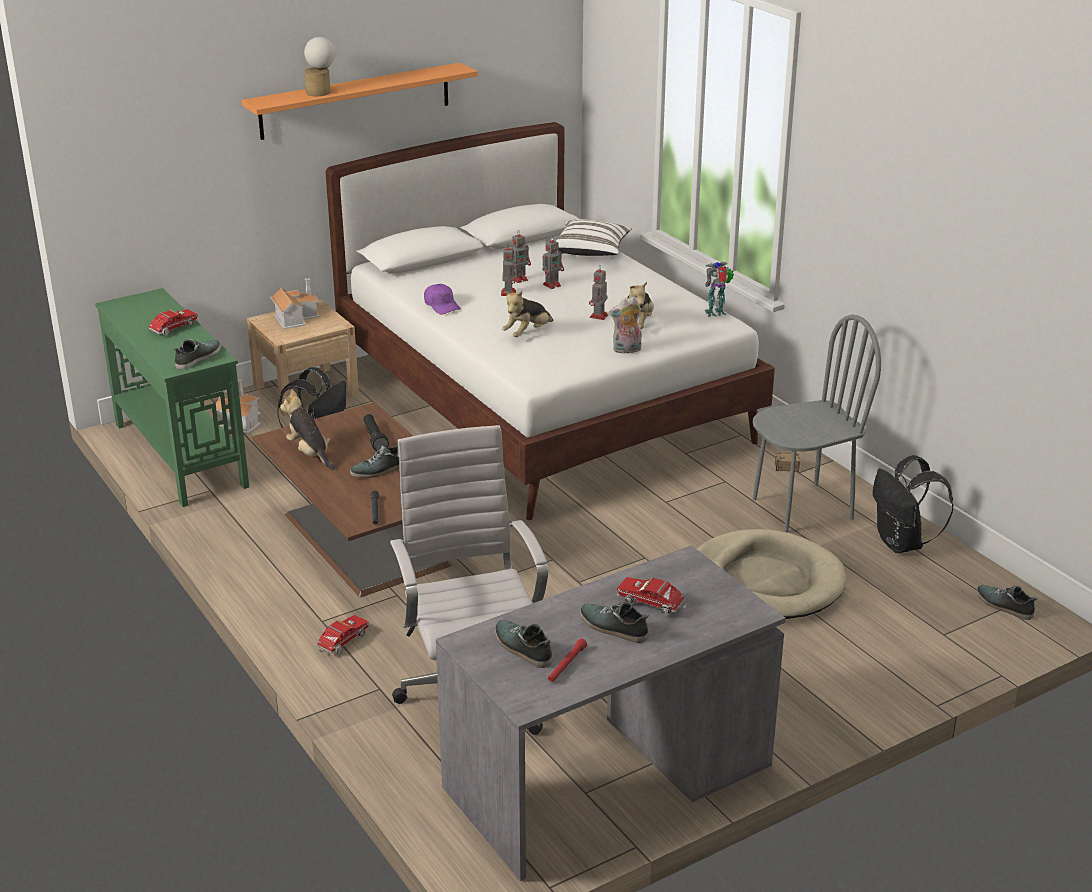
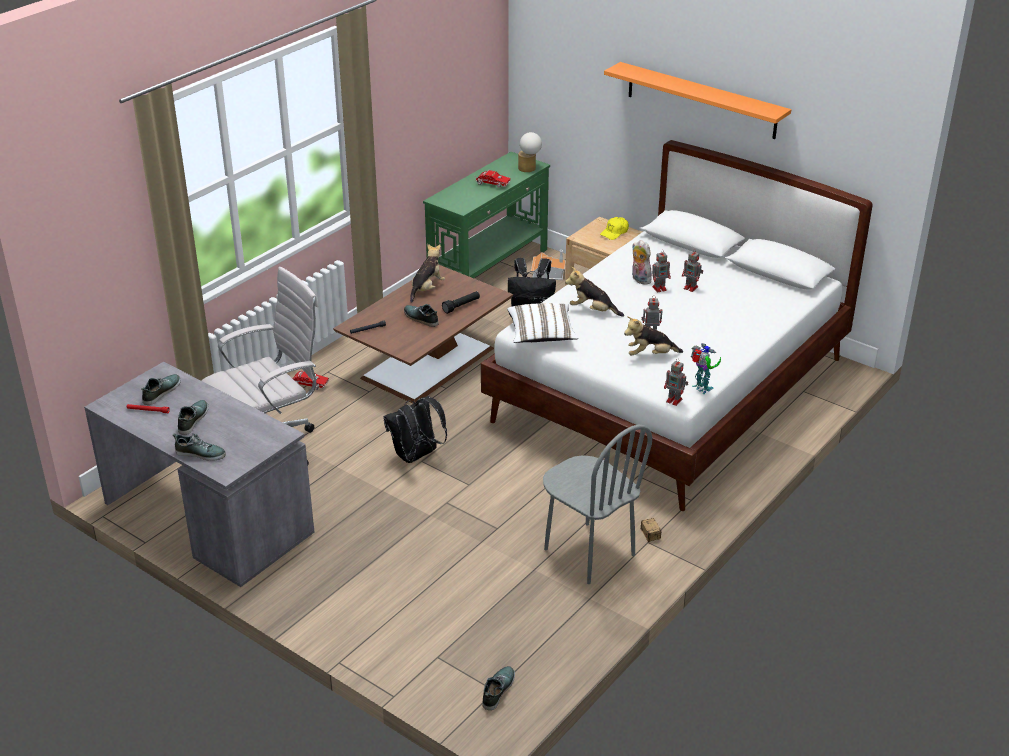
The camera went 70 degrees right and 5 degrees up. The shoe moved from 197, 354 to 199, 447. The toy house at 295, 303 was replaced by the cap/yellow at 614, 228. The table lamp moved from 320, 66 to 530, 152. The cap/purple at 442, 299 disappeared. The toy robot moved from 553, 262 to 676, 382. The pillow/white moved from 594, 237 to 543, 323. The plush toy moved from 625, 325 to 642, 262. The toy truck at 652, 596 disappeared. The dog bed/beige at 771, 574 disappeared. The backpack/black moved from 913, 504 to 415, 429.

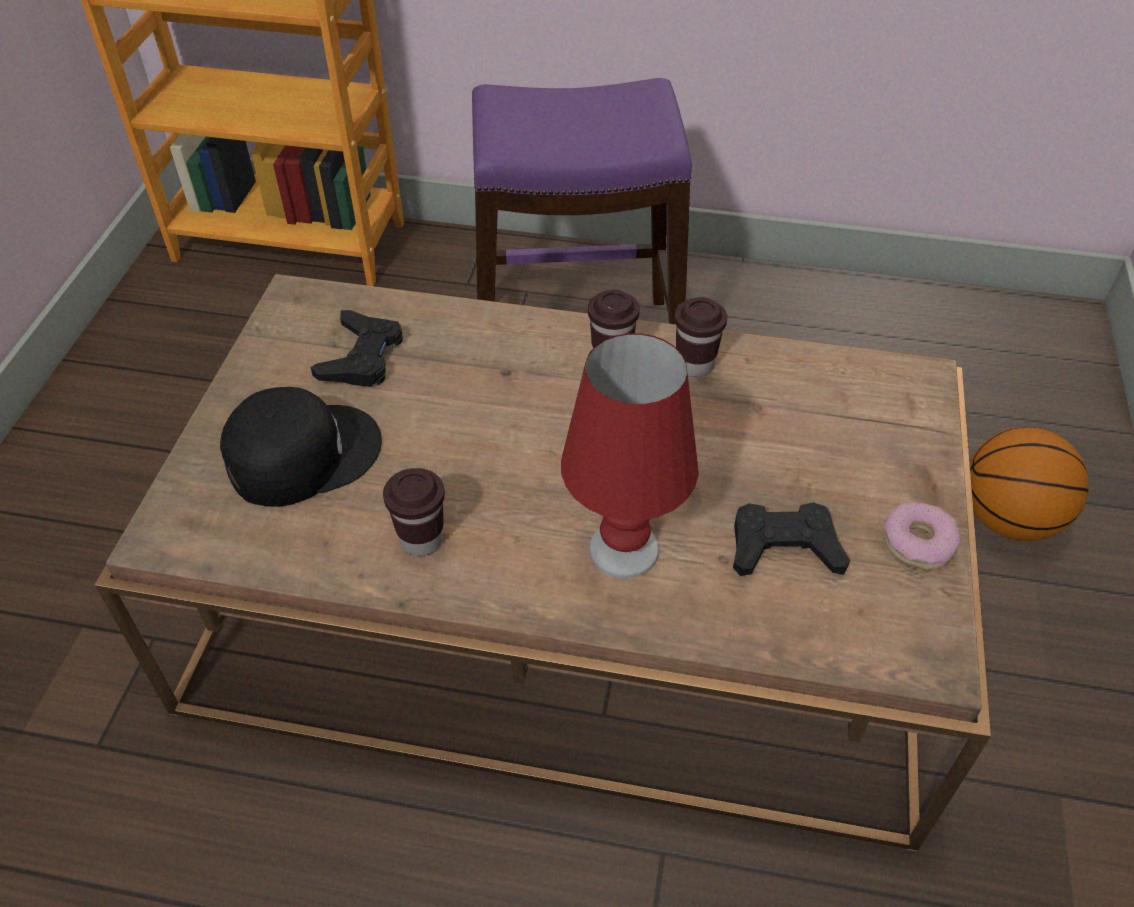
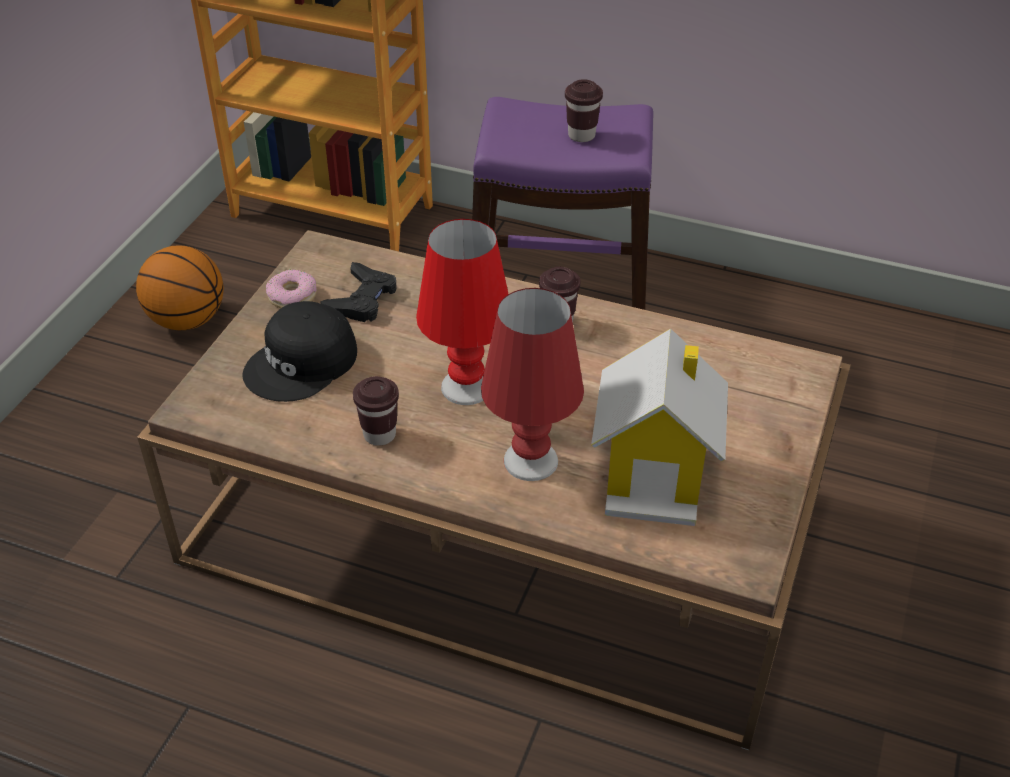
The camera went 10 degrees right and 5 degrees down. The cap/black at 301, 447 turned 150 degrees clockwise. The cup/brown moved from 701, 337 to 584, 110. The game controller/black at 791, 539 was replaced by the toy house at 659, 427. The donut moved from 921, 535 to 291, 289. The basketball moved from 1029, 484 to 180, 287. The table lamp/red at 462, 312 appeared.

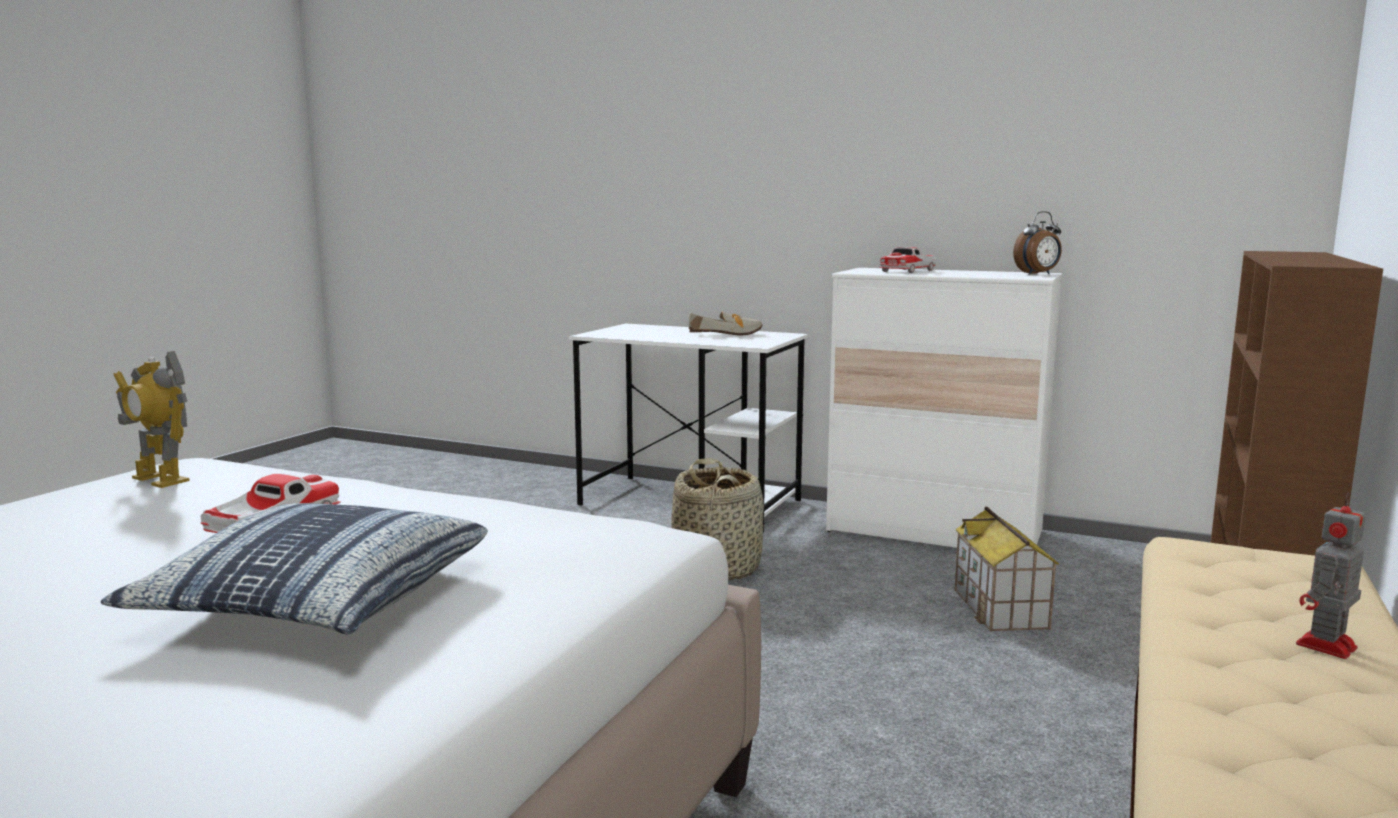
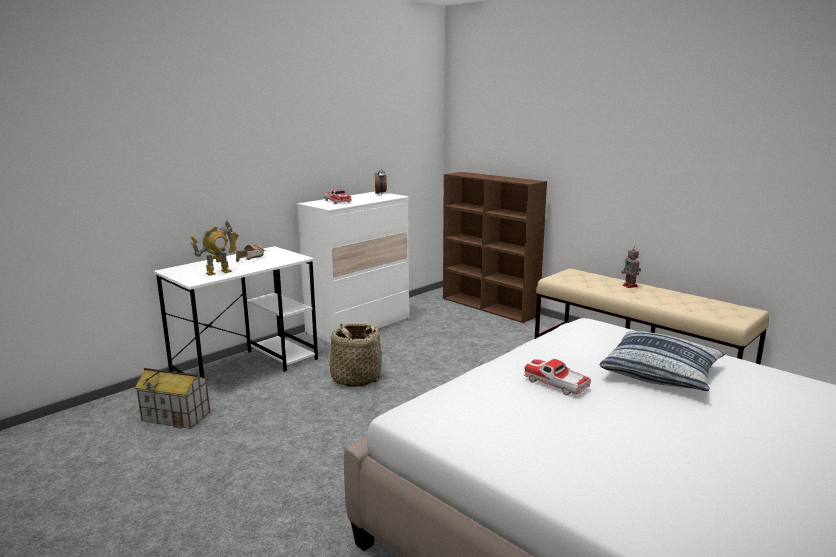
The camera went 70 degrees left and 5 degrees up. The toy robot moved from 151, 419 to 215, 248. The toy house moved from 1007, 568 to 172, 398.

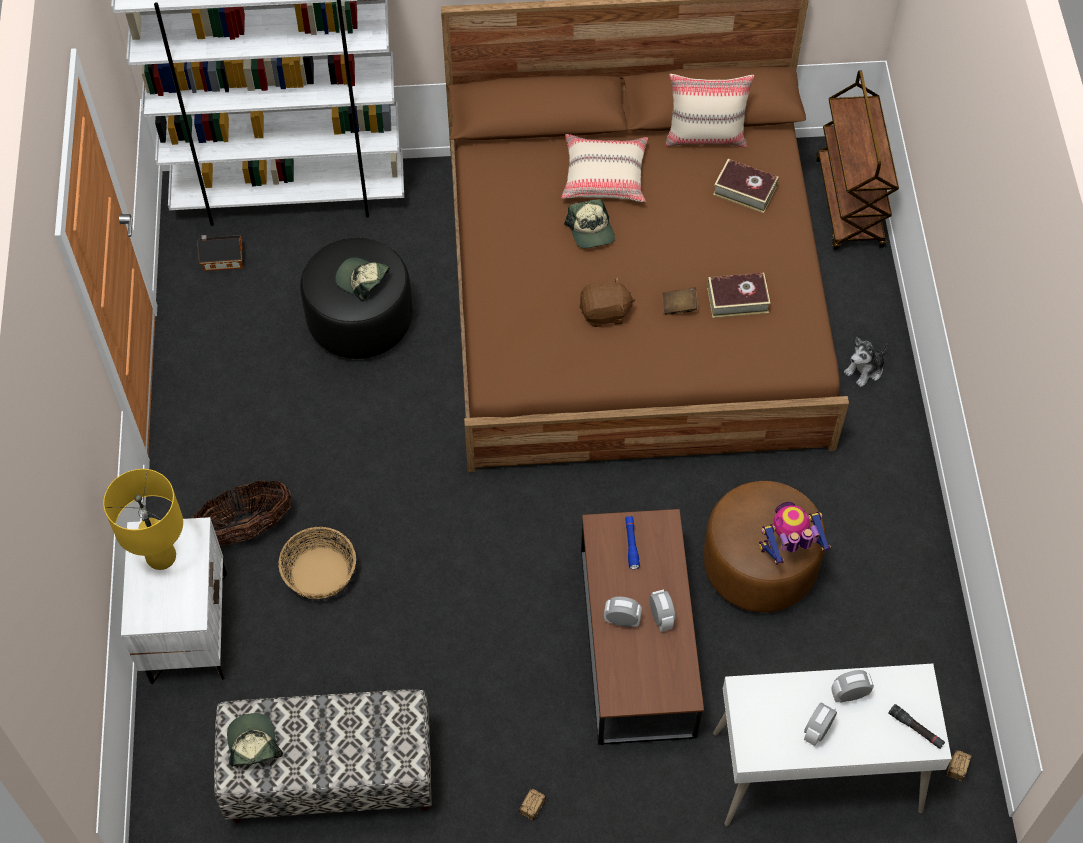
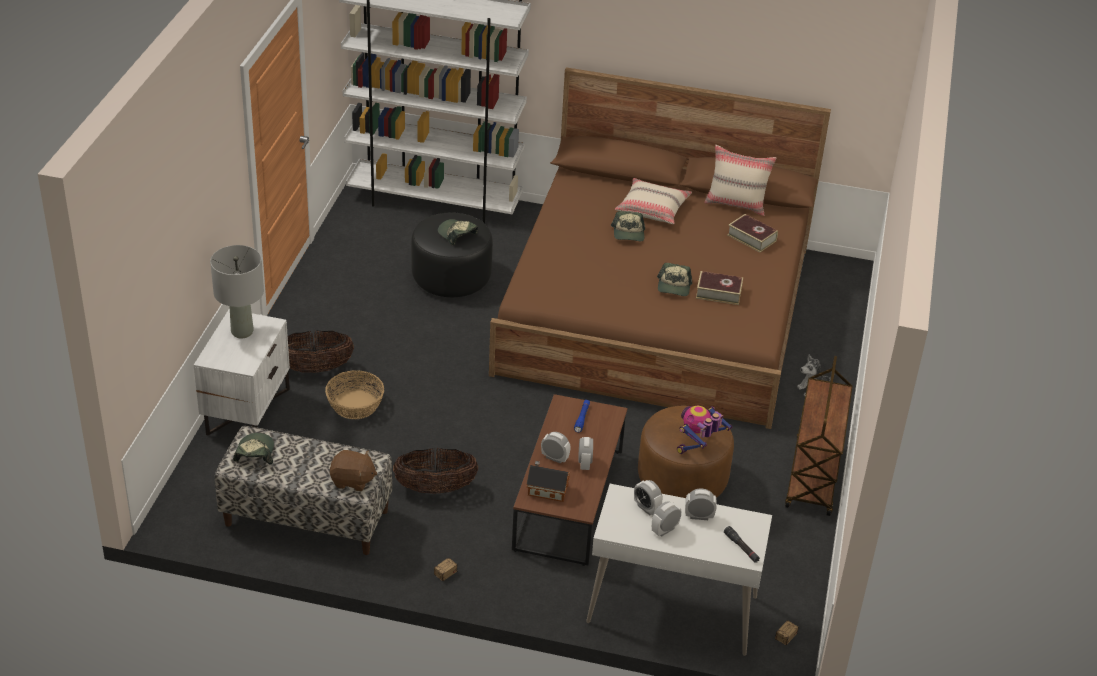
The camera went 15 degrees right and 20 degrees down. The table lamp/yellow at 143, 519 became the table lamp/grey at 237, 292. The toy house moved from 220, 253 to 548, 481. The plush toy/brown moved from 607, 302 to 353, 470. The book/brown at 680, 301 was replaced by the cap at 674, 279. The toy robot at 795, 533 turned 45 degrees counterclockwise. The cart/brown moved from 857, 160 to 819, 436. The basket at 435, 471 appeared. The alarm clock at 648, 498 appeared.

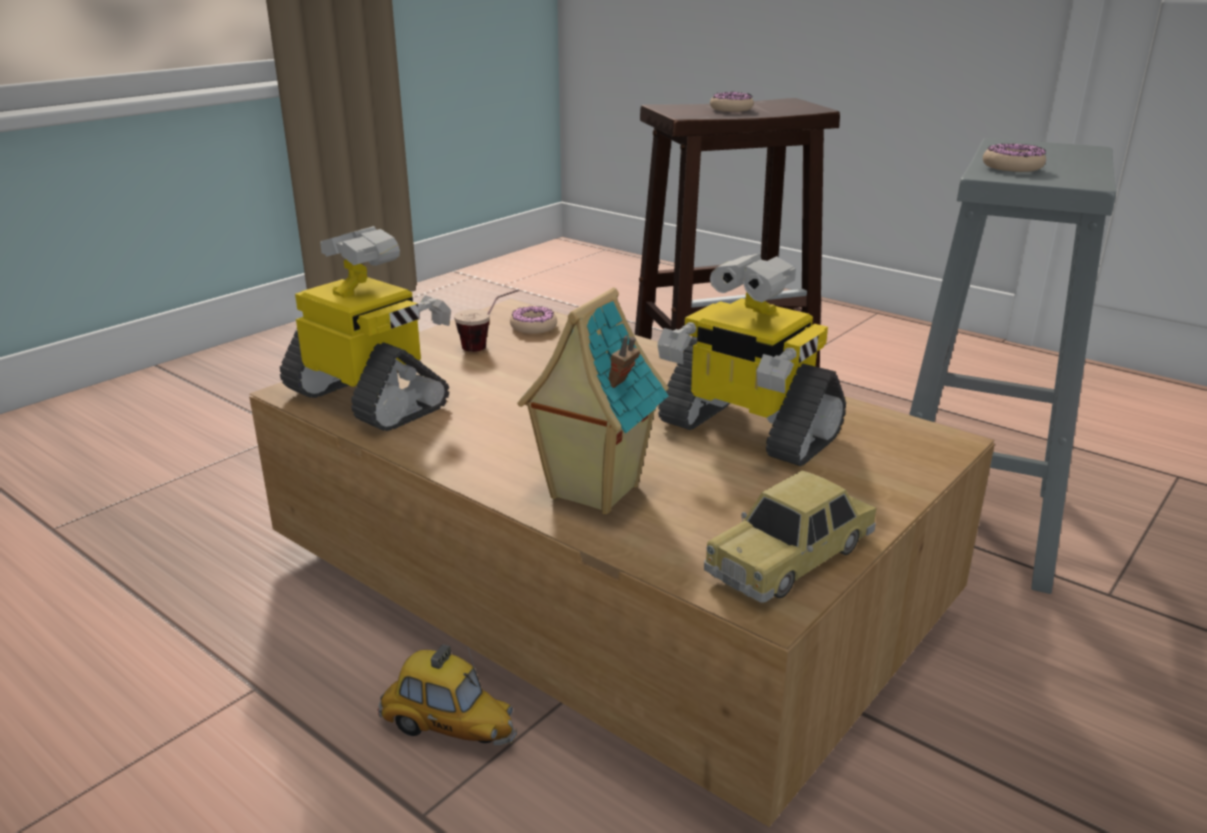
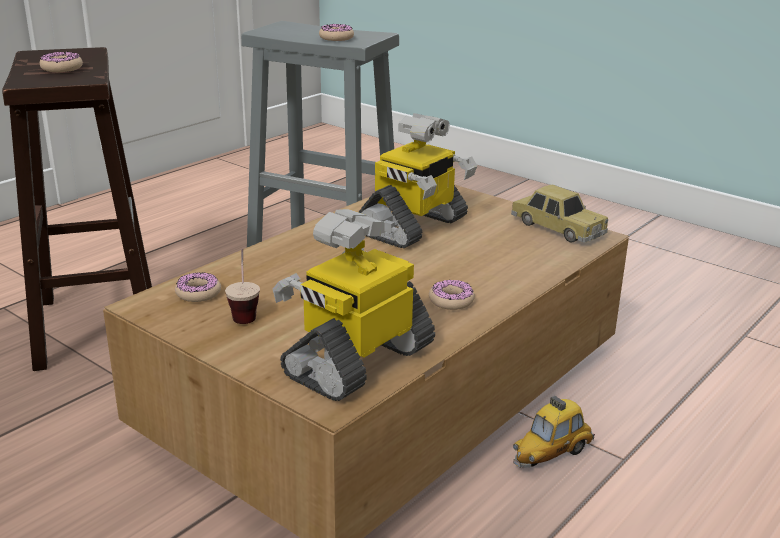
The camera went 90 degrees left and 0 degrees up. The toy car at 447, 694 turned 150 degrees counterclockwise. The toy house at 593, 400 disappeared. The donut at 452, 295 appeared.

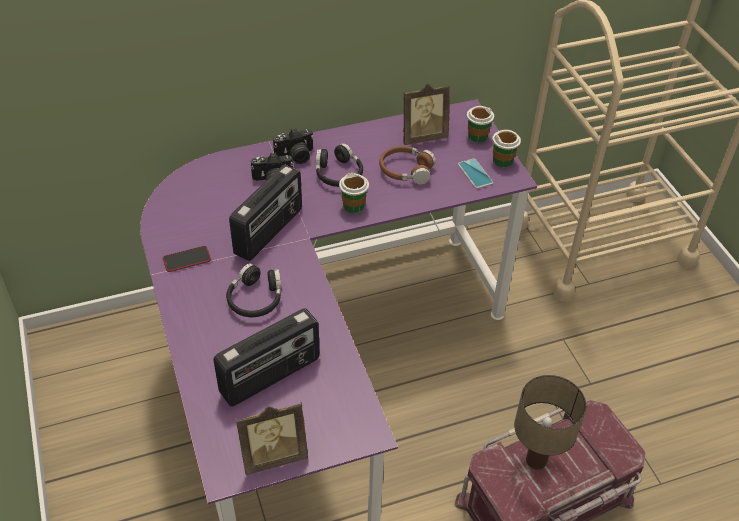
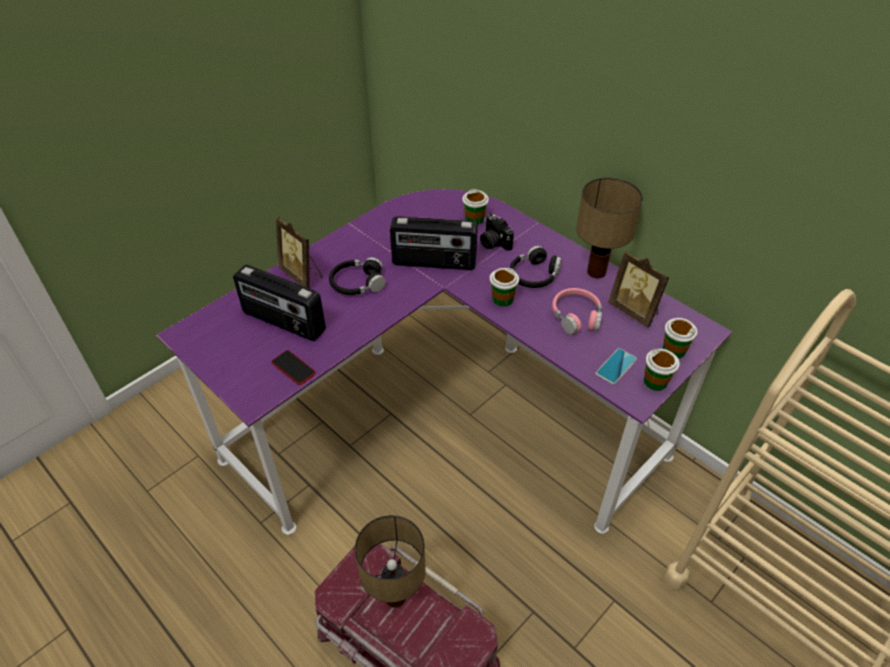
The camera went 65 degrees right and 0 degrees up. The phone moved from 187, 259 to 293, 367. The picture frame moved from 272, 438 to 299, 252. The photo camera at 293, 146 disappeared. The headphones/brown at 407, 165 became the headphones/pink at 577, 311. The cup at 475, 207 appeared. The table lamp at 609, 228 appeared.

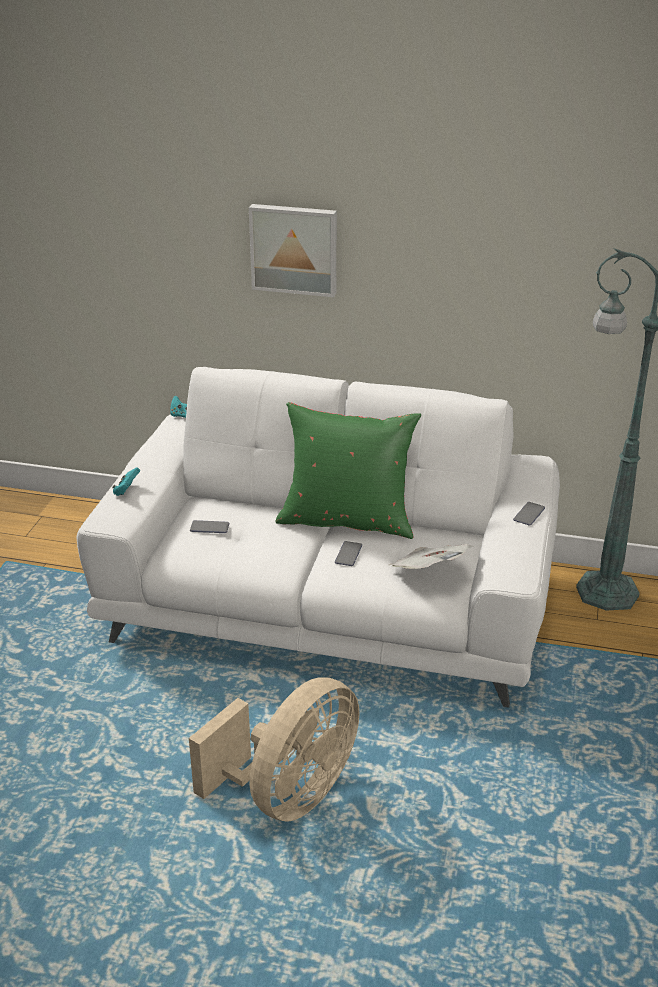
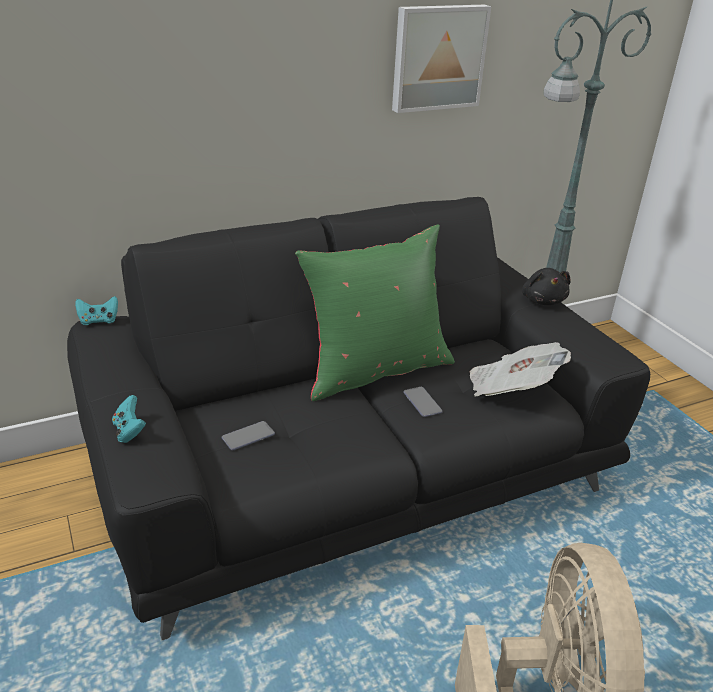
The camera went 40 degrees left and 0 degrees up. The sofa/white at 318, 537 became the sofa/black at 358, 418. The picture moved from 293, 250 to 441, 59. The phone at 529, 514 was replaced by the plush toy/black at 546, 286.

